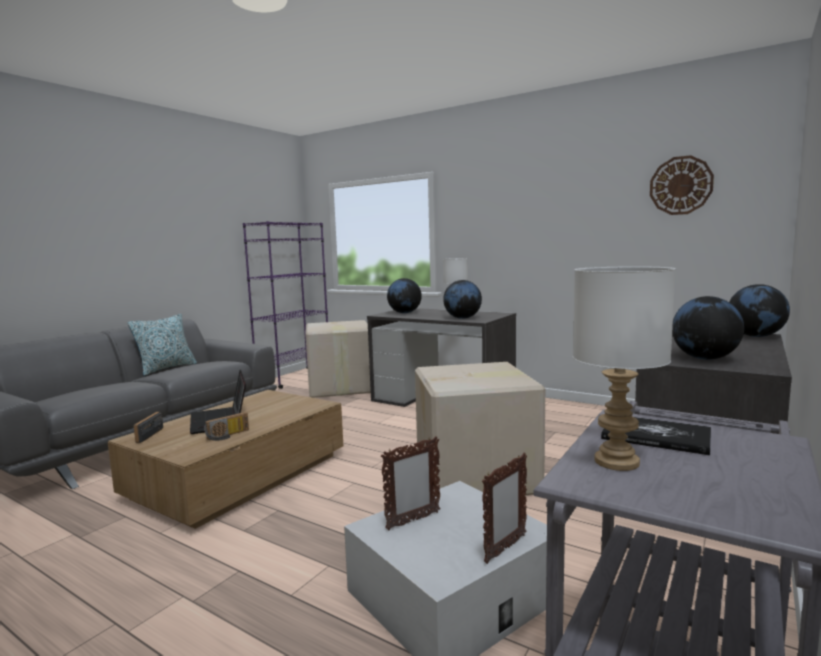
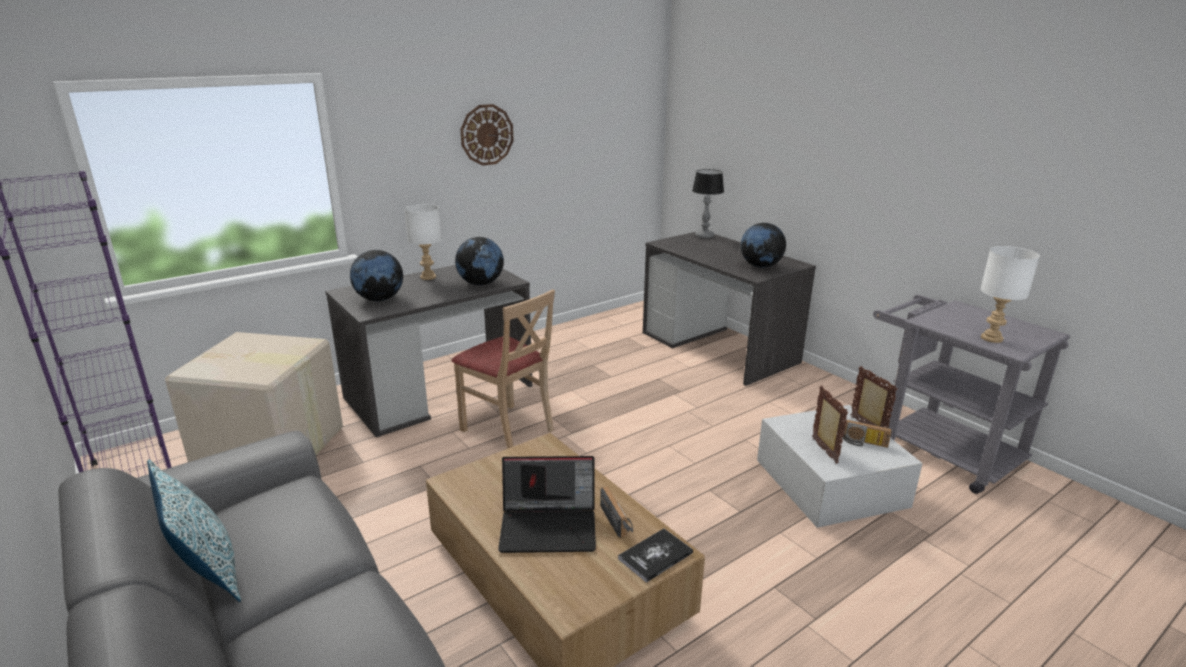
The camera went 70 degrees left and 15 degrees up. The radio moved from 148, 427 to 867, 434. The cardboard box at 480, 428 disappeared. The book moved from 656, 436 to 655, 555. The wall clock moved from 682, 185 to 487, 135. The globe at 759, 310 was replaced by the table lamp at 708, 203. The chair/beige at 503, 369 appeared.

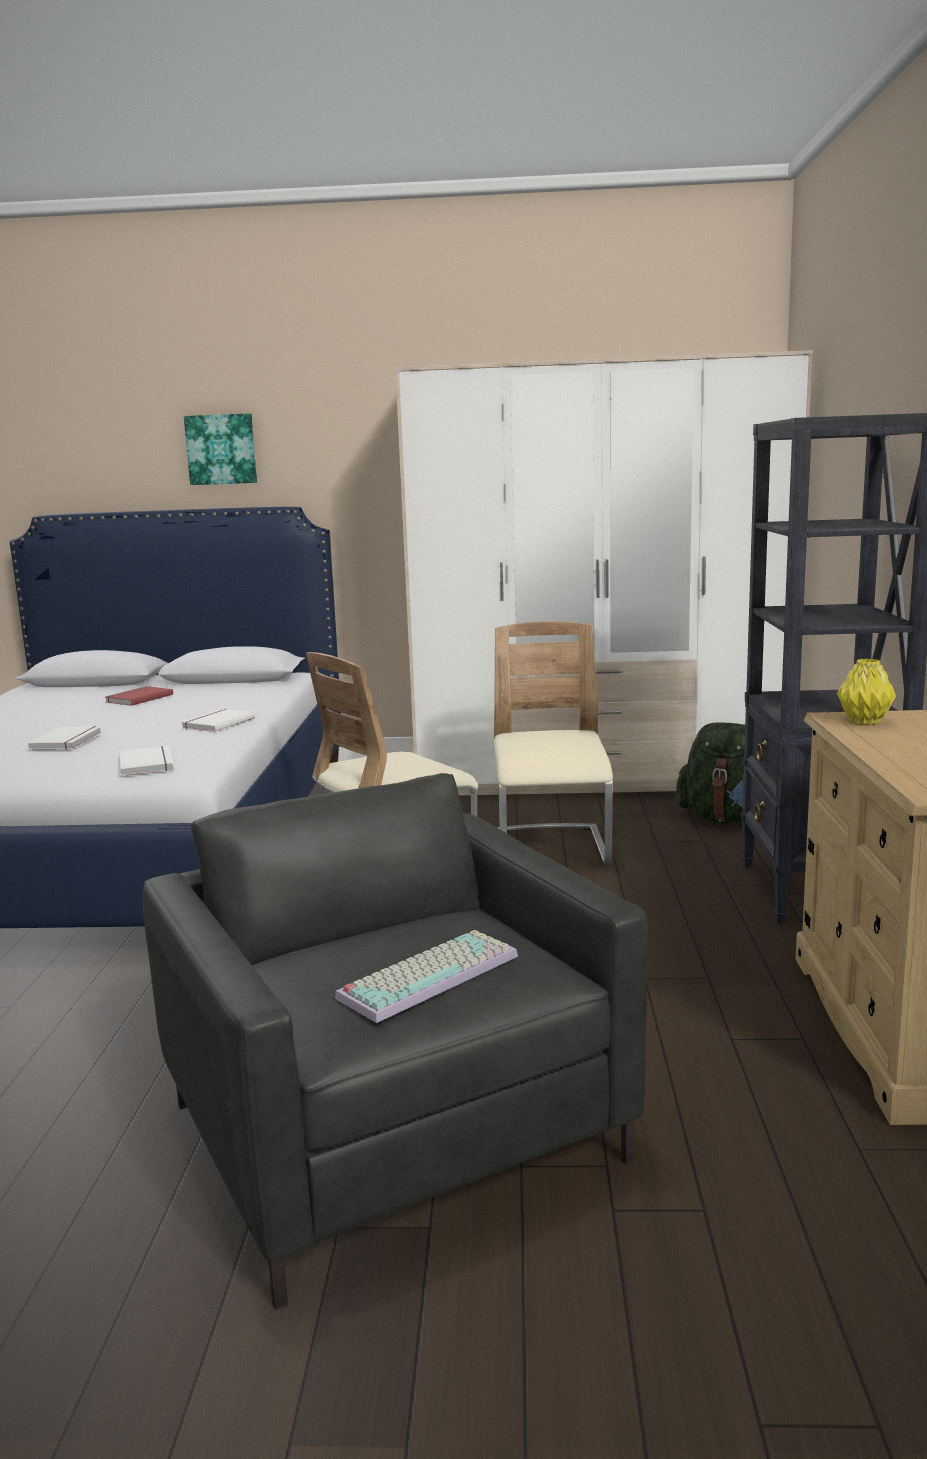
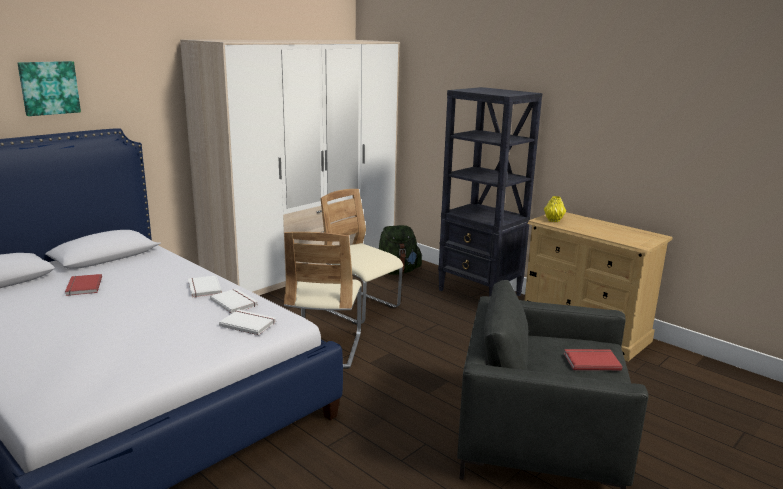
The camera went 50 degrees left and 5 degrees up. The book/white moved from 65, 738 to 234, 301. The keyboard at 426, 976 was replaced by the book/red at 593, 360.

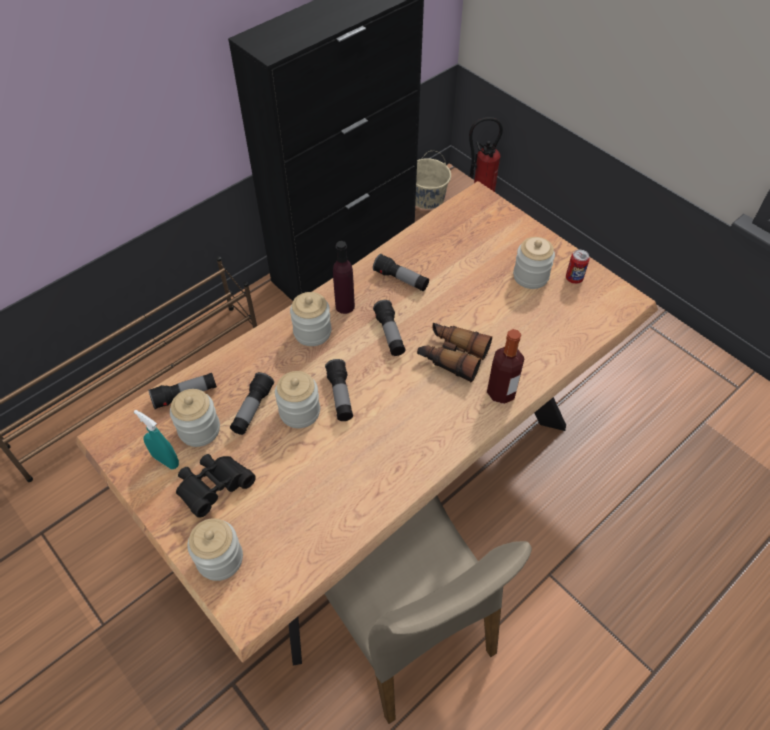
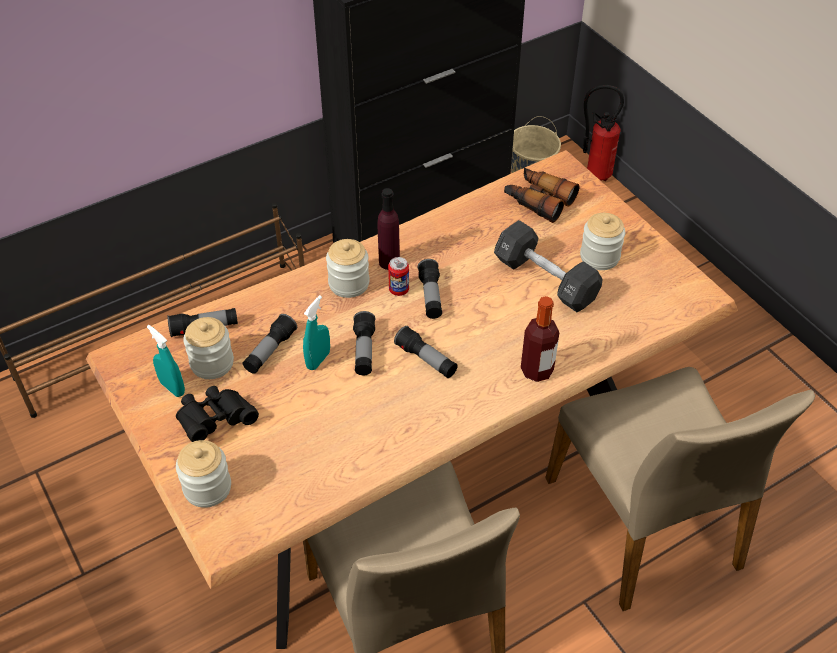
The camera went 10 degrees right and 5 degrees down. The jar at 297, 399 was replaced by the spray bottle/turquoise at 316, 332. The flashlight moved from 401, 272 to 426, 352. The binoculars moved from 454, 353 to 541, 195. The can moved from 578, 267 to 398, 276. The dumbbell/black at 548, 266 appeared. The chair/beige at 680, 489 appeared.

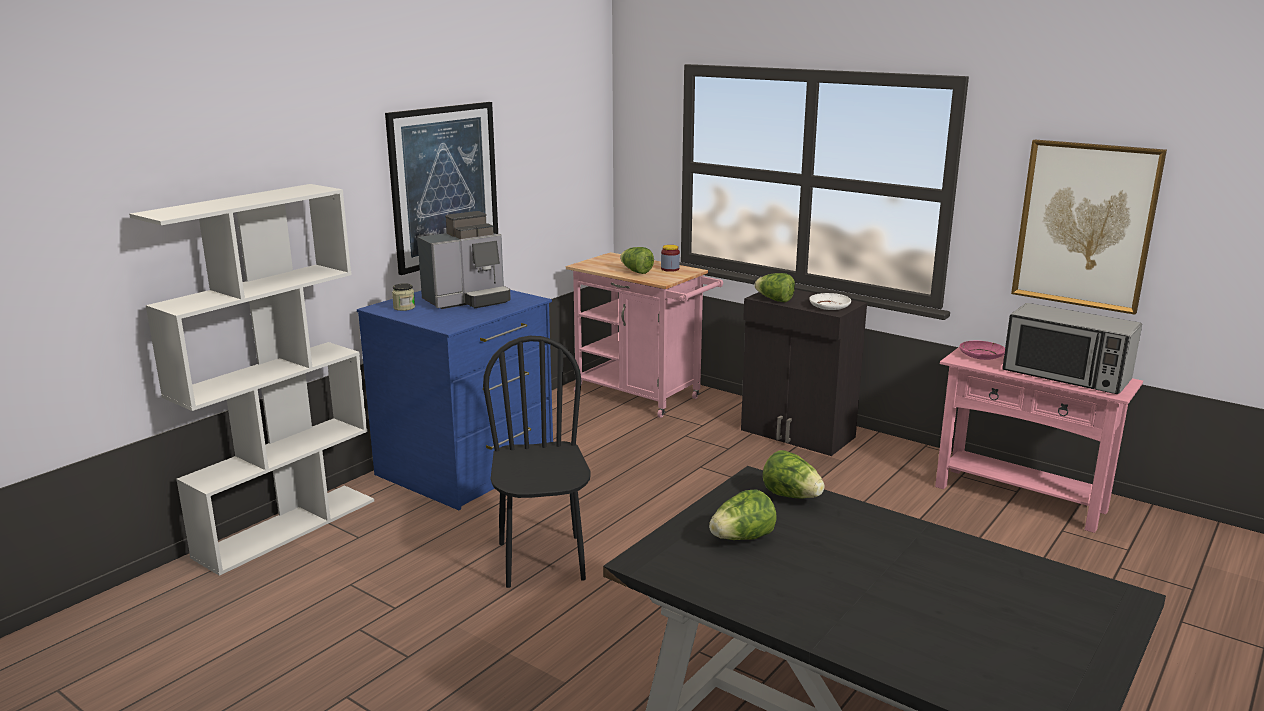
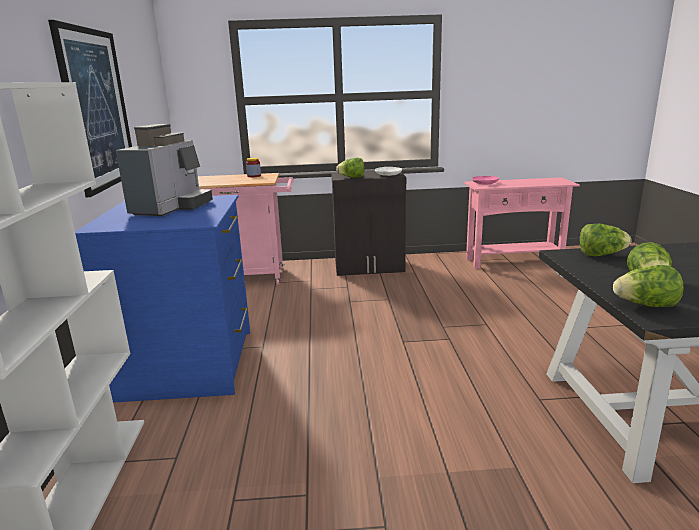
The camera went 40 degrees left and 0 degrees up. The jar at 403, 297 disappeared. The chair/black at 537, 462 disappeared. The lettuce moved from 637, 260 to 648, 286. The microwave at 1072, 348 disappeared. The picture at 1089, 227 disappeared.

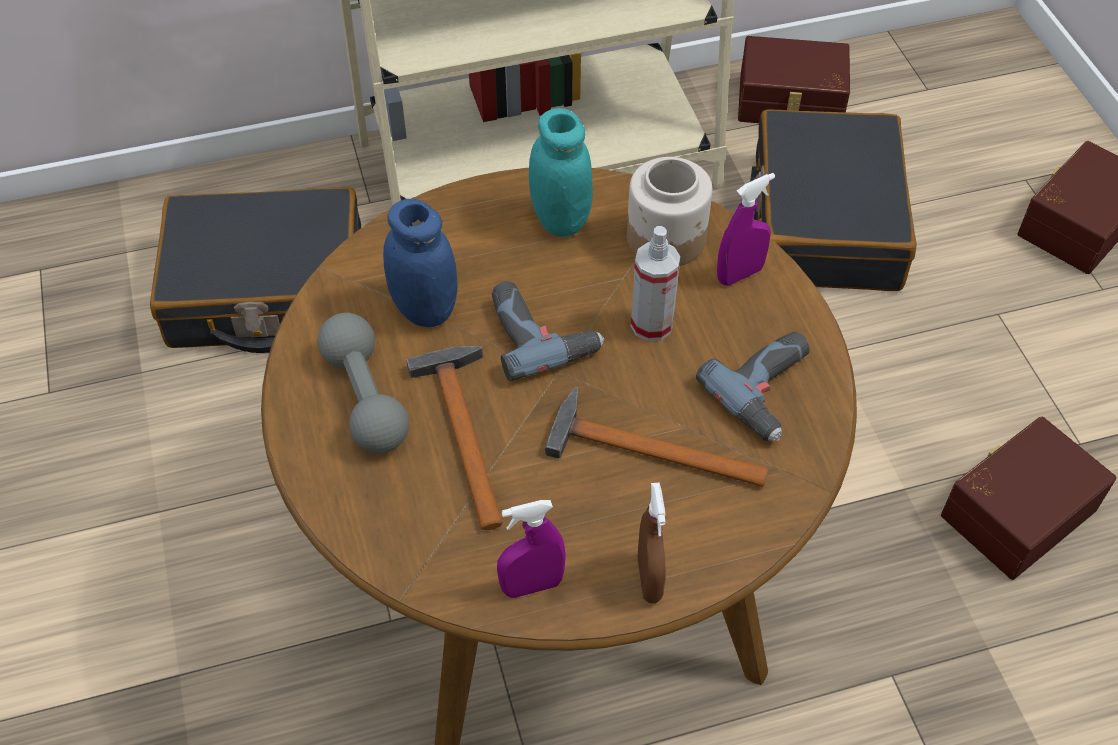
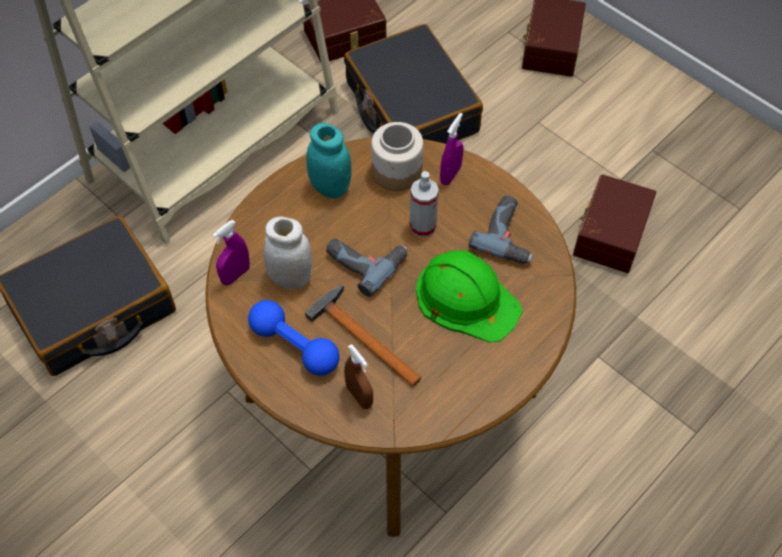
The camera went 30 degrees left and 5 degrees up. The dumbbell/grey at 363, 383 became the dumbbell/blue at 294, 338. The jar/blue at 420, 263 became the jar/white at 287, 252. The spray bottle/purple moved from 531, 549 to 231, 252. The hammer at 656, 437 was replaced by the hard hat/green at 469, 296. The spray bottle/brown moved from 651, 543 to 358, 376.

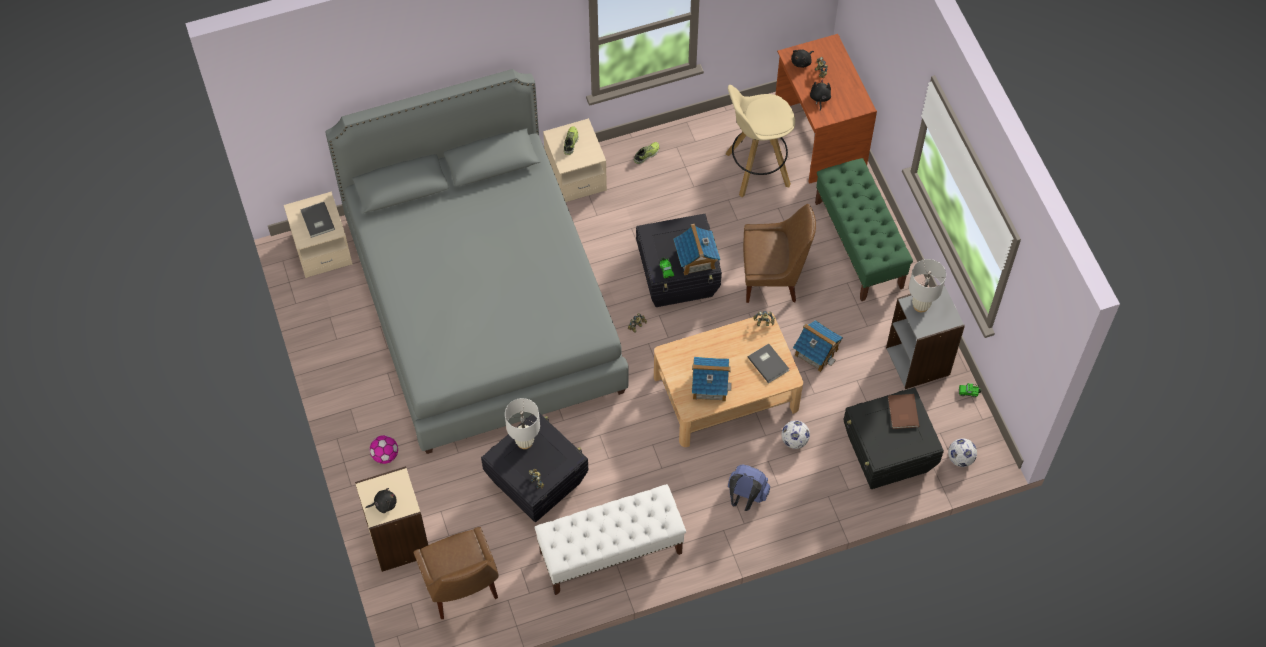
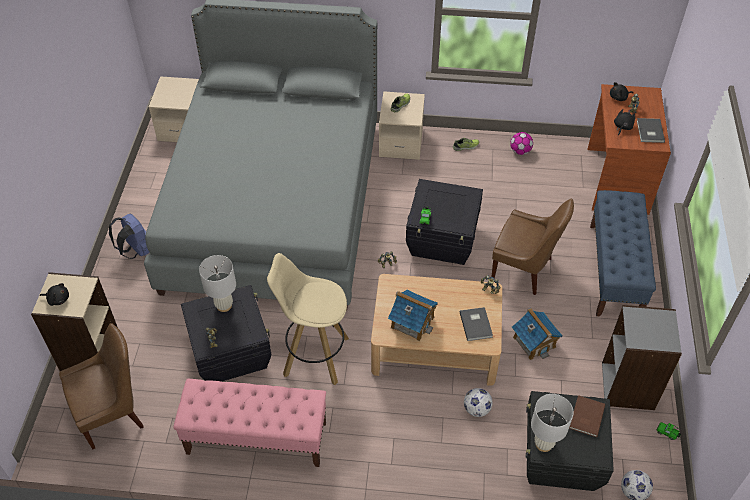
The camera went 25 degrees right and 10 degrees down. The book/grey moved from 317, 220 to 651, 130. The football moved from 384, 449 to 521, 143. The chair/brown at 456, 573 turned 120 degrees counterclockwise. The bench/white at 610, 539 became the bench/pink at 249, 423. The toy house at 696, 249 disappeared. The stool/beige moved from 760, 141 to 308, 319. The backpack/blue moved from 749, 487 to 129, 236. The bench/green at 864, 229 became the bench/blue at 623, 253. The table lamp/white moved from 927, 285 to 552, 423.

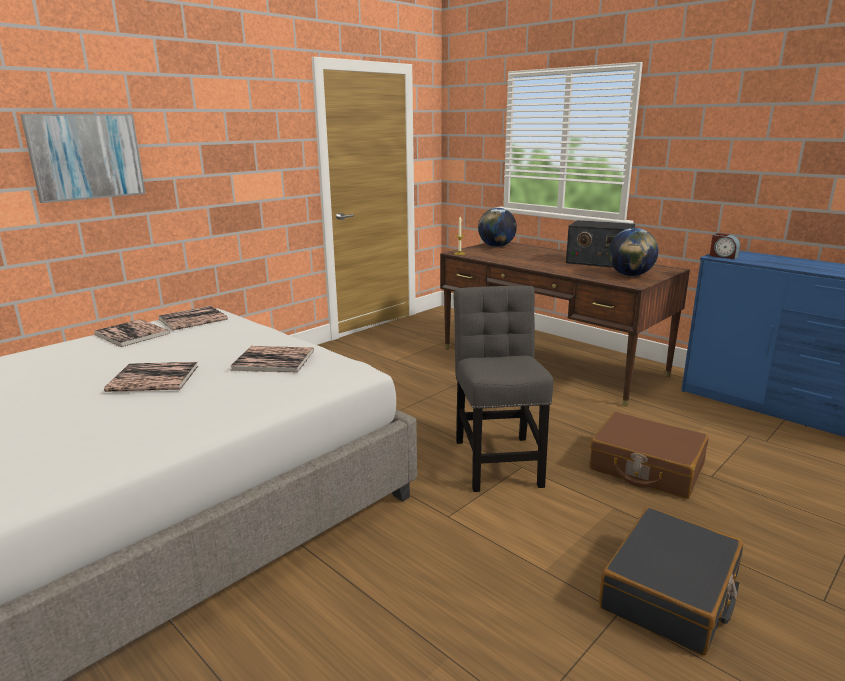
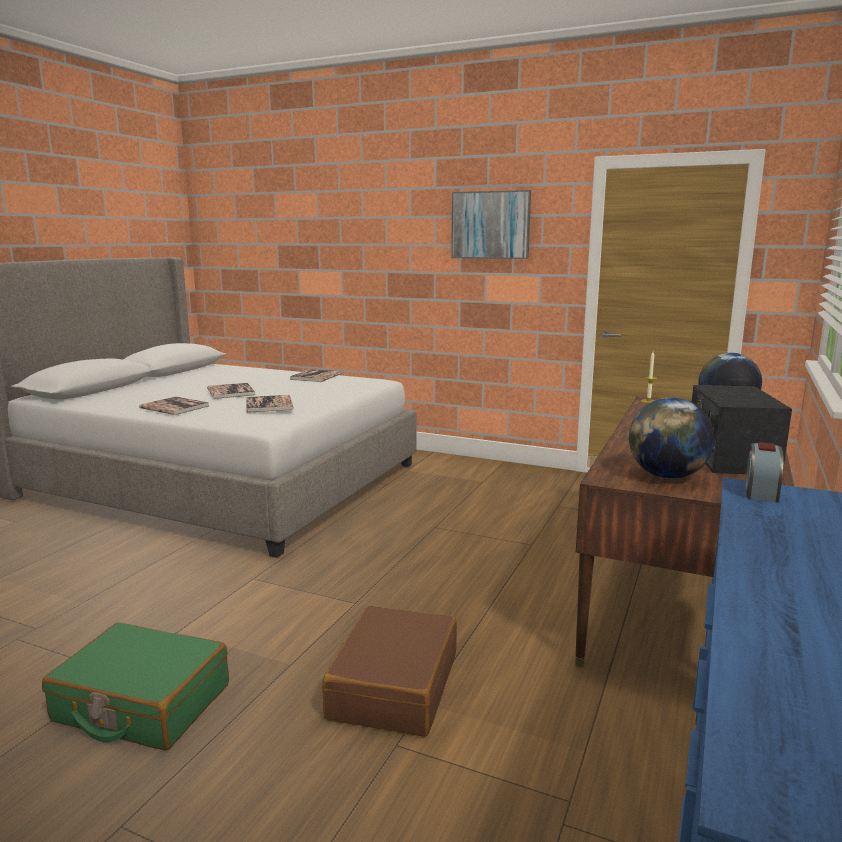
The camera went 70 degrees right and 5 degrees down. The picture moved from 83, 158 to 491, 224. The book moved from 193, 318 to 174, 405. The chair/grey at 503, 389 disappeared. The suitcase/black at 671, 581 became the suitcase/green at 135, 686.

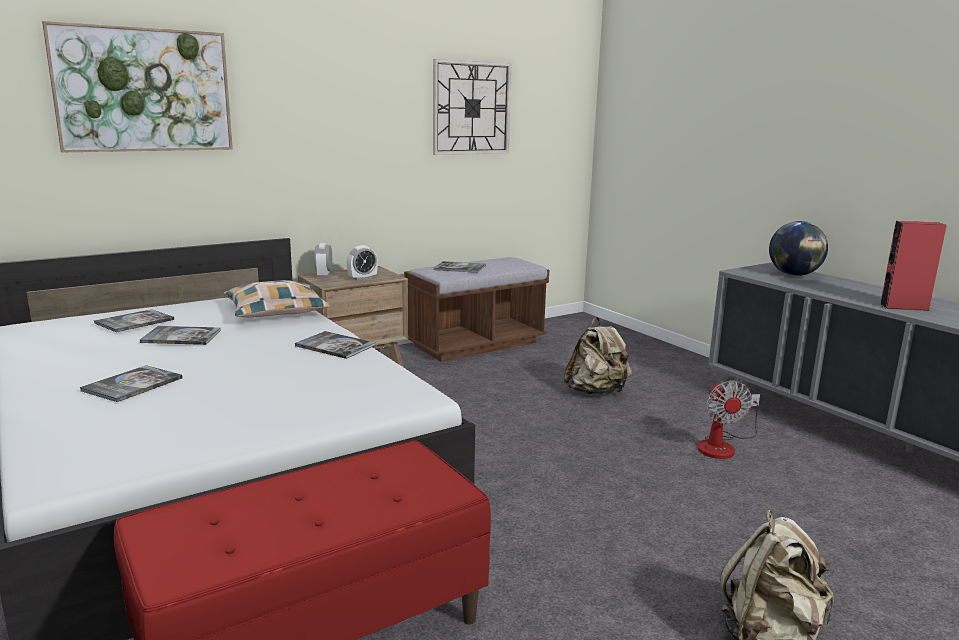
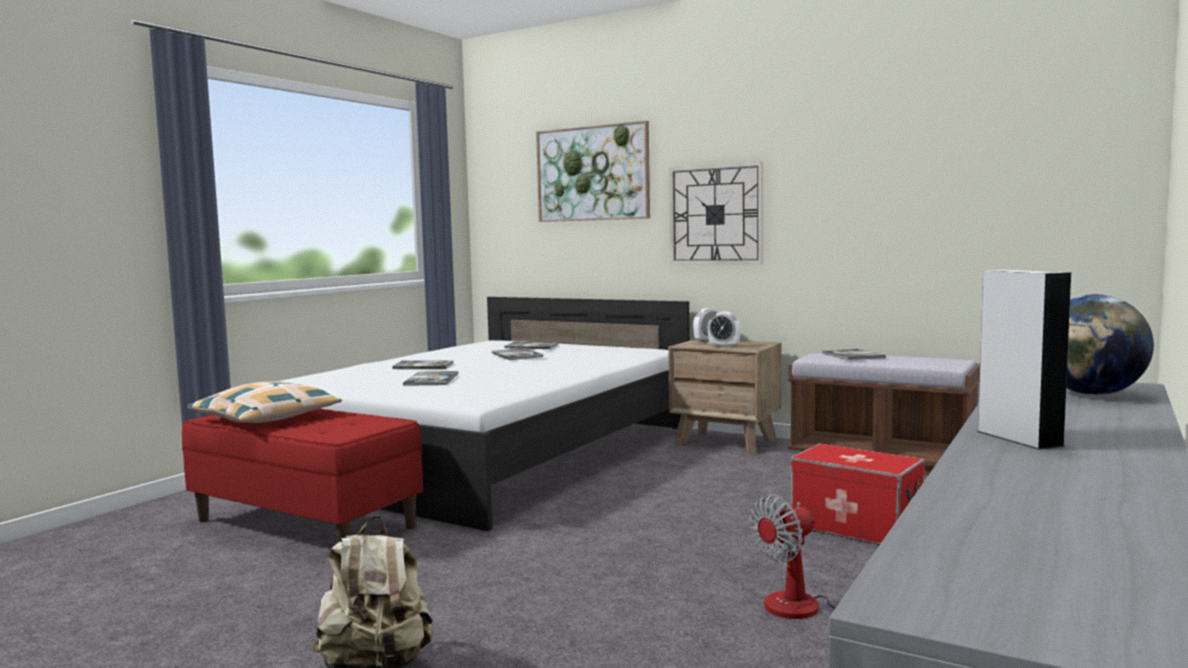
The camera went 65 degrees right and 10 degrees down. The pillow moved from 277, 298 to 264, 402. The book moved from 335, 345 to 430, 378. The wall clock moved from 472, 107 to 716, 213. The backpack/beige at 597, 356 was replaced by the storage box at 857, 494. The speaker/red at 913, 266 became the speaker/grey at 1023, 360.

